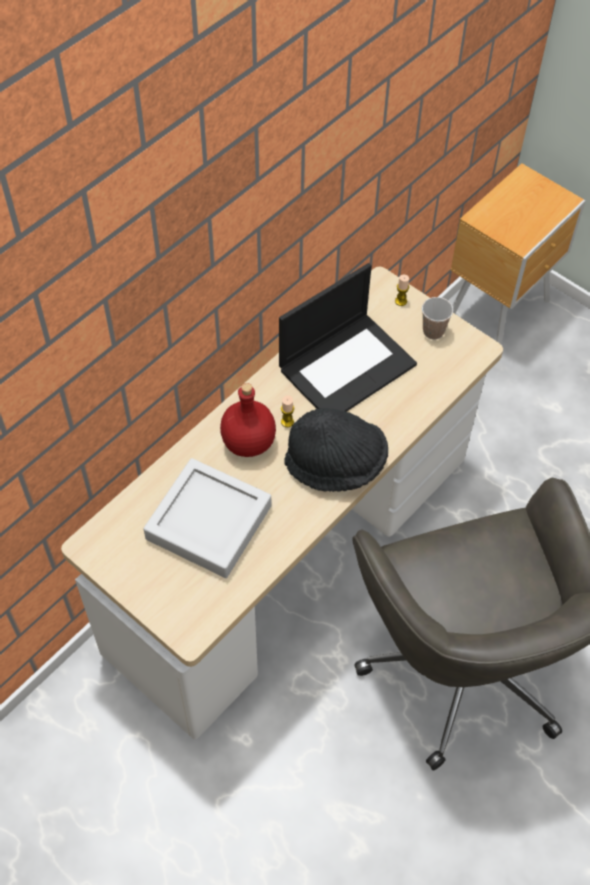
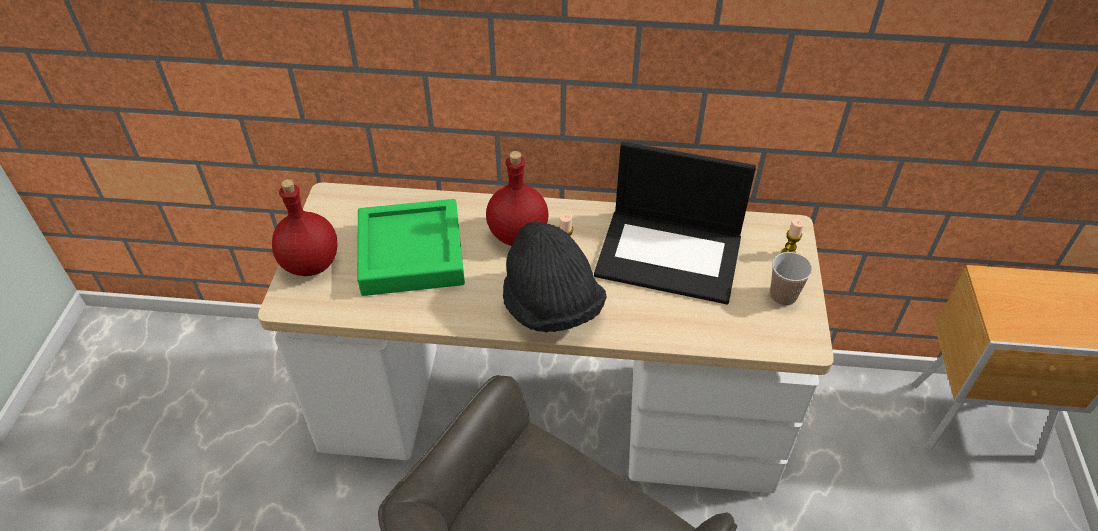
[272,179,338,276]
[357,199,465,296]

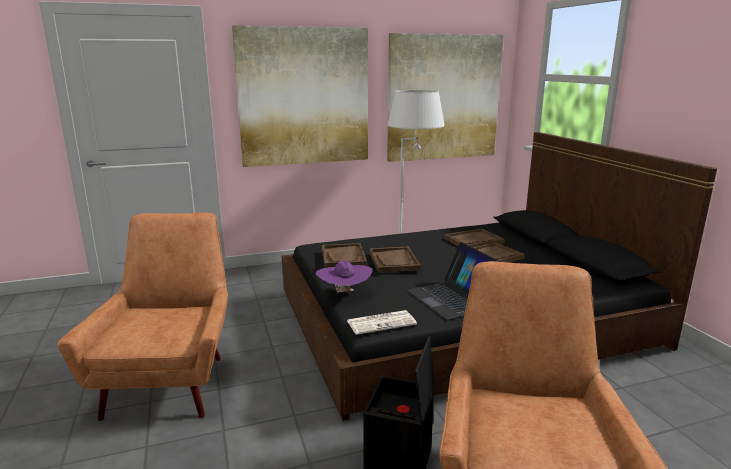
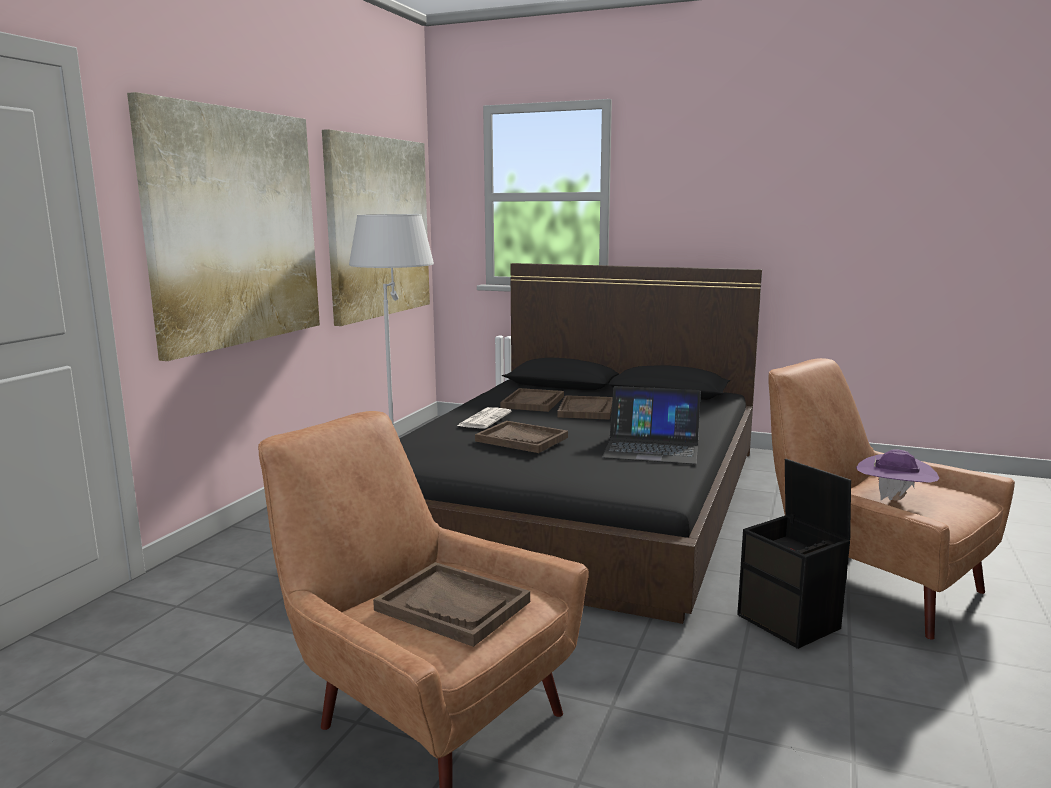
[373,562,530,647]
[457,407,512,429]
[856,449,939,501]

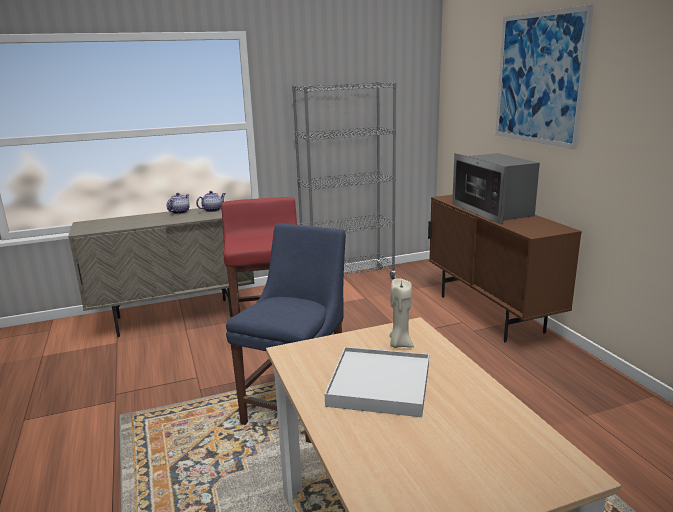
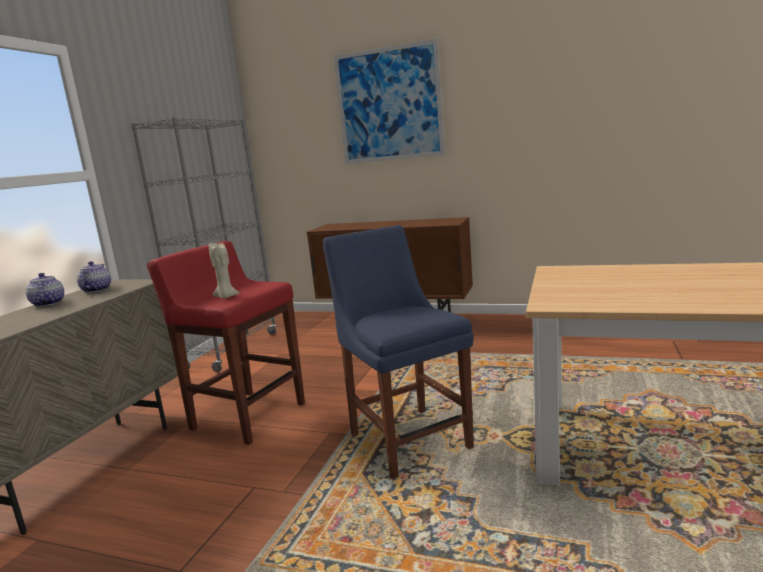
[209,243,239,299]
[325,347,429,417] (first image)
[452,153,540,225] (first image)

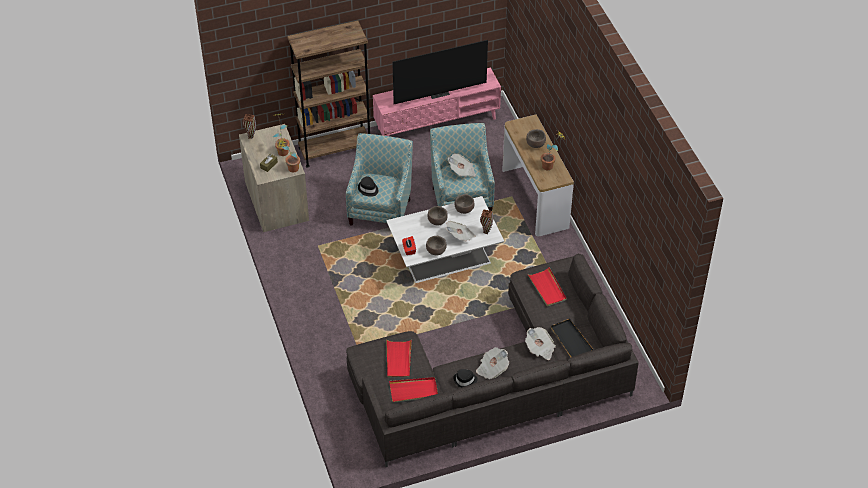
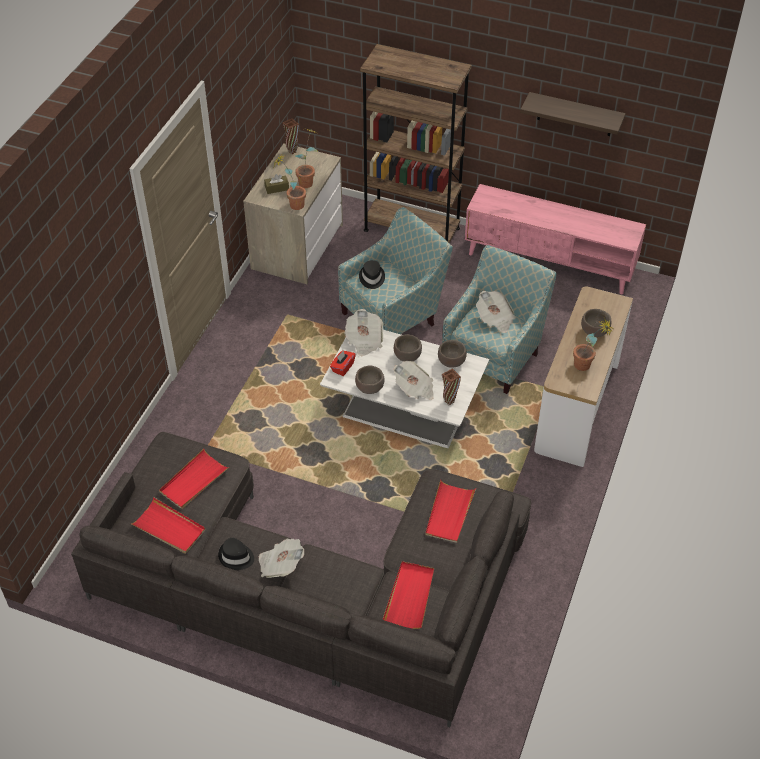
[344,309,383,356]
[383,561,434,629]
[520,92,626,136]
[392,40,488,104] (first image)

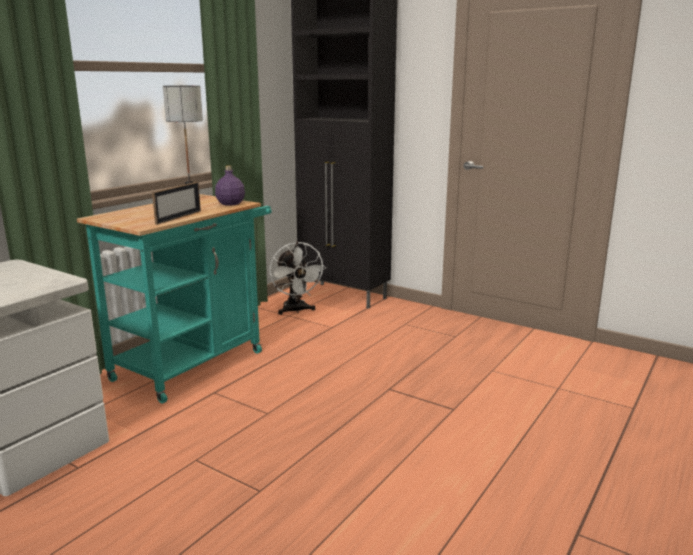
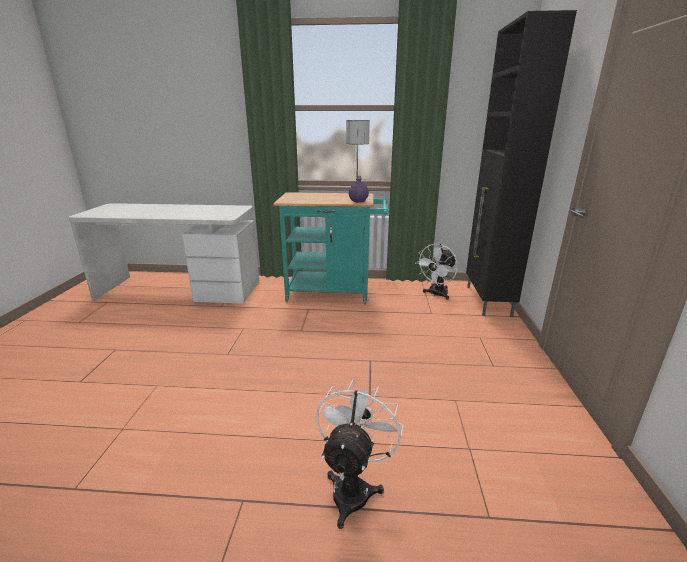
[316,380,403,529]
[152,182,201,225] (first image)

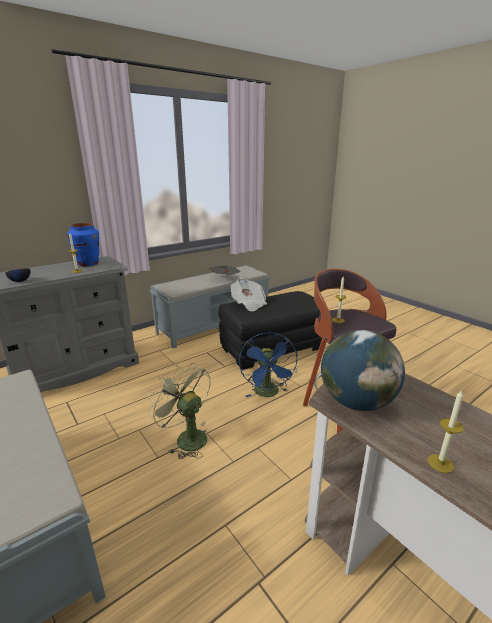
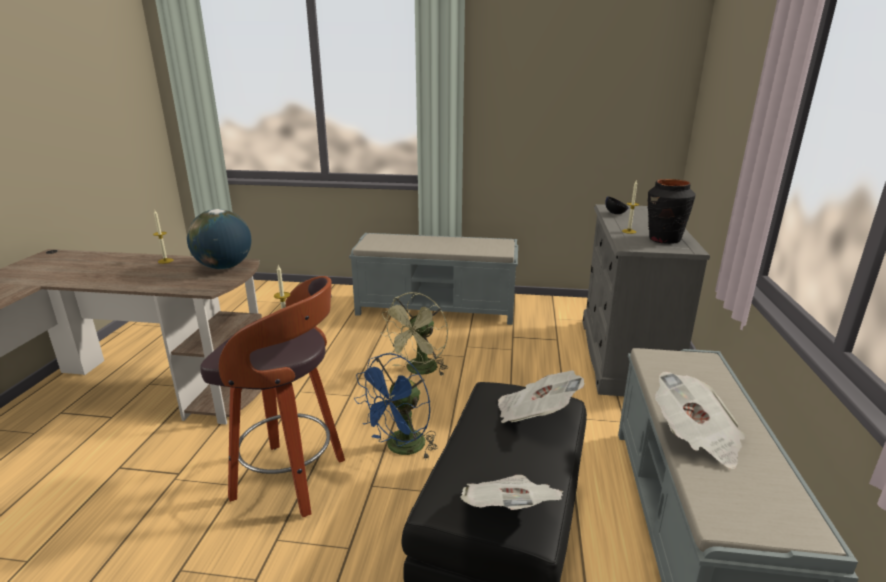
[354,353,438,460]
[381,292,448,376]
[460,475,563,510]
[648,179,695,244]

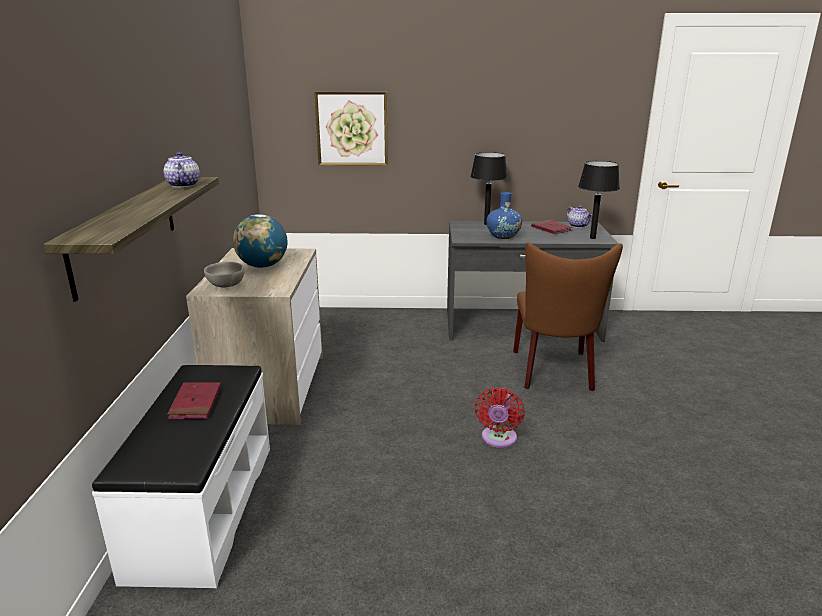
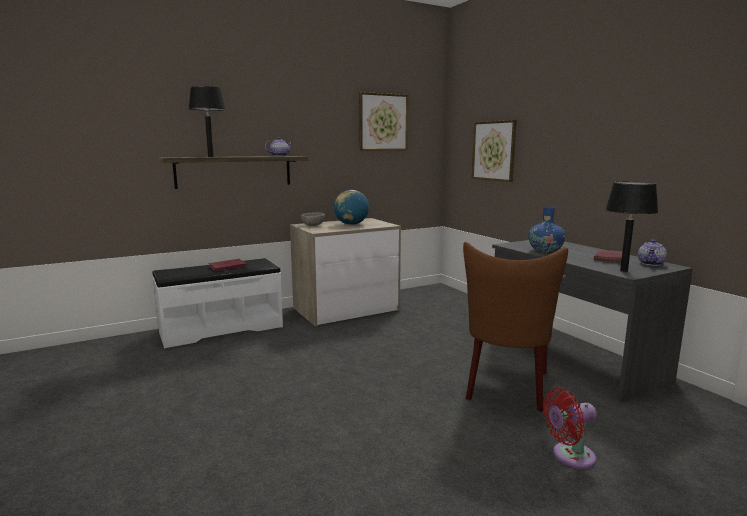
[189,86,226,157]
[359,92,409,151]
[463,242,568,412]
[543,388,597,469]

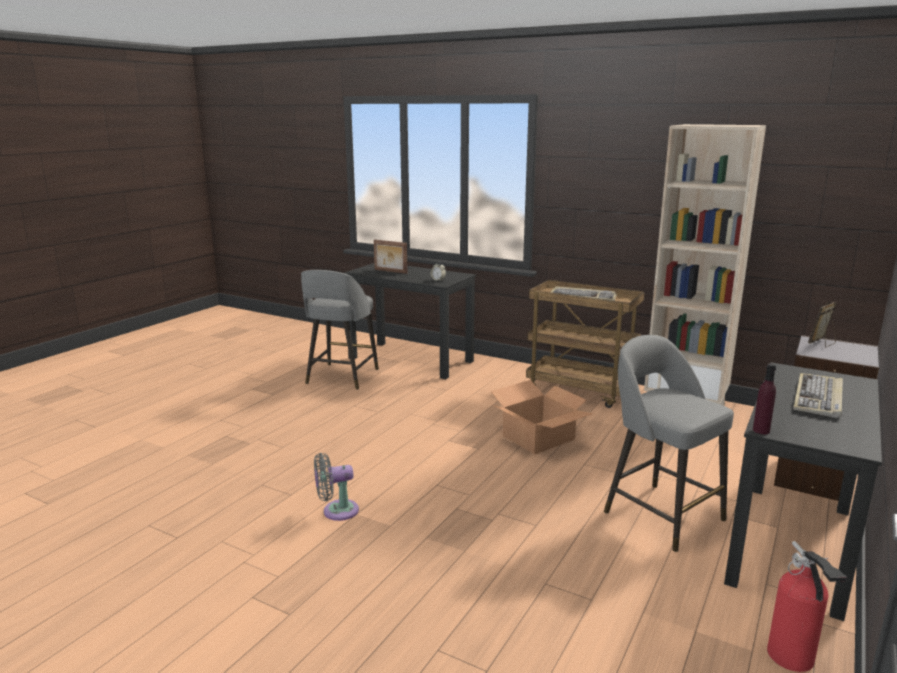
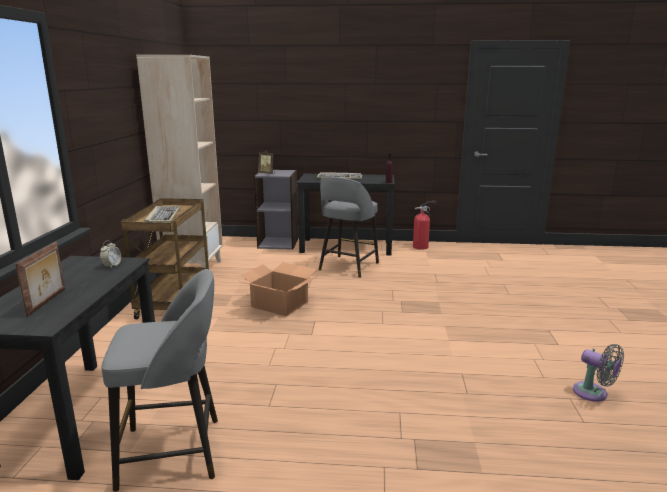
[573,344,624,402]

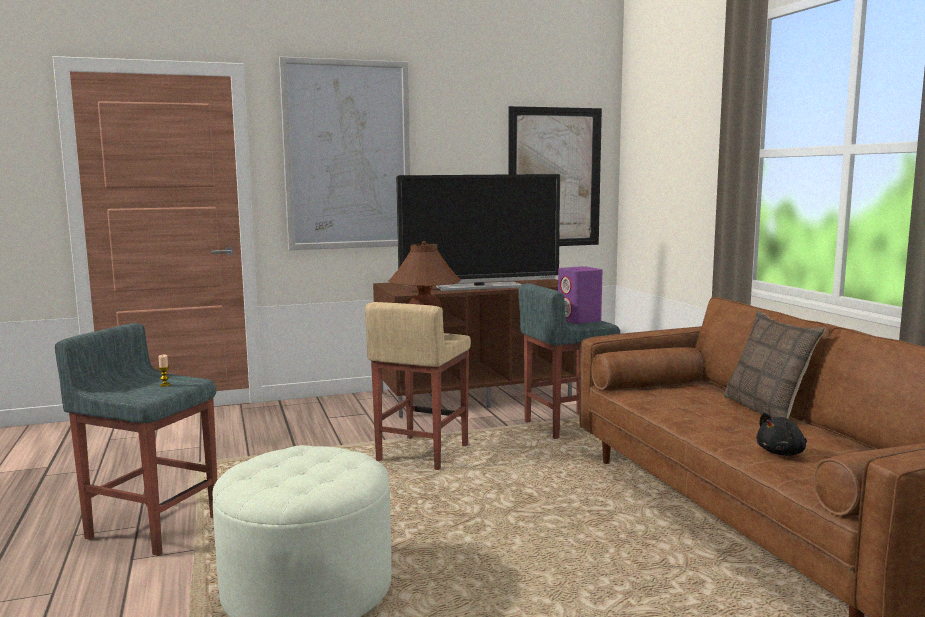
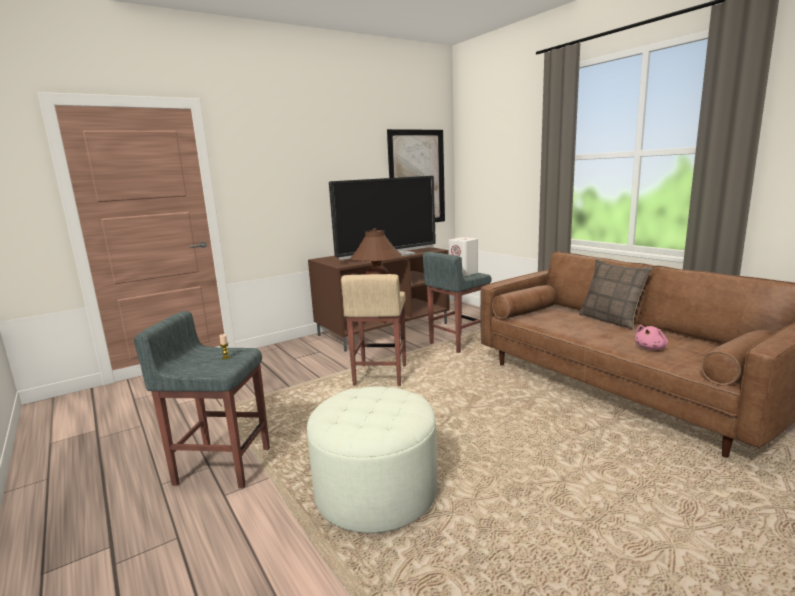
[448,237,478,276]
[635,325,668,350]
[279,57,410,250] (first image)

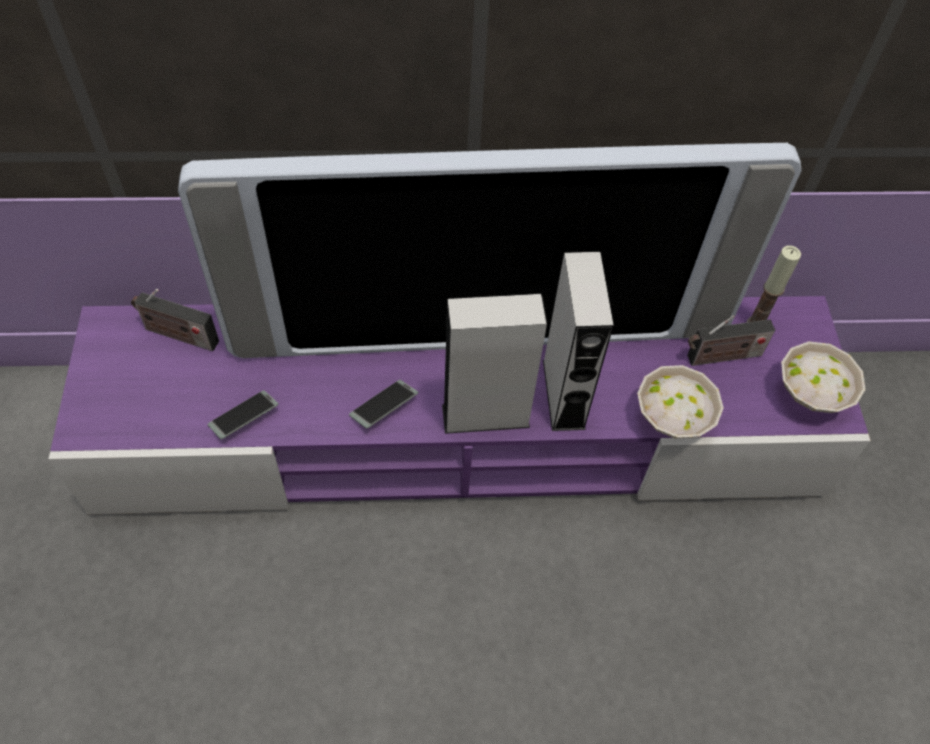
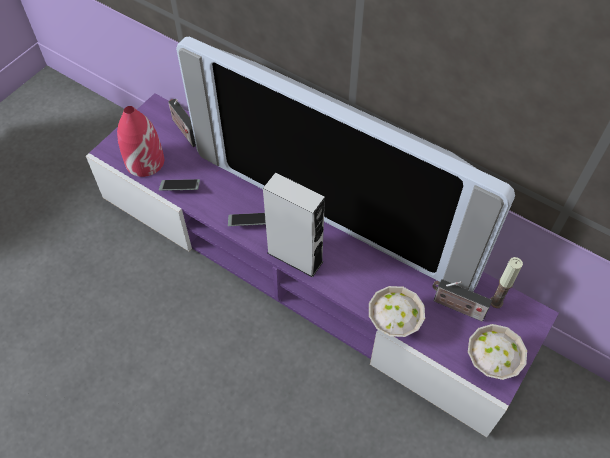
[117,106,164,177]
[543,252,614,431] (first image)

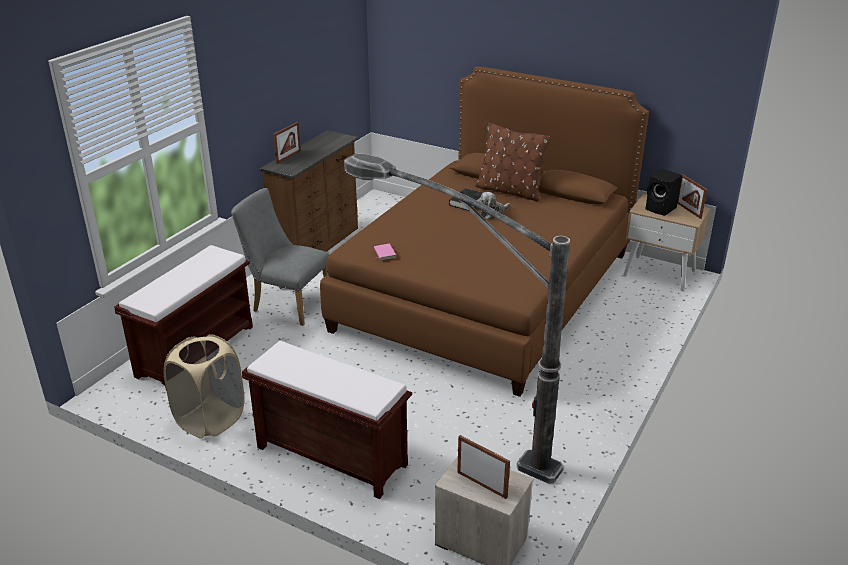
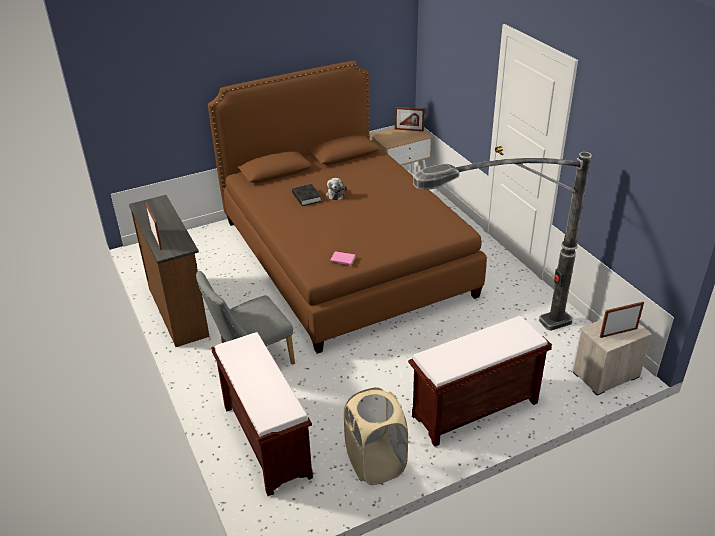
[476,123,551,201] (first image)
[645,169,682,216] (first image)

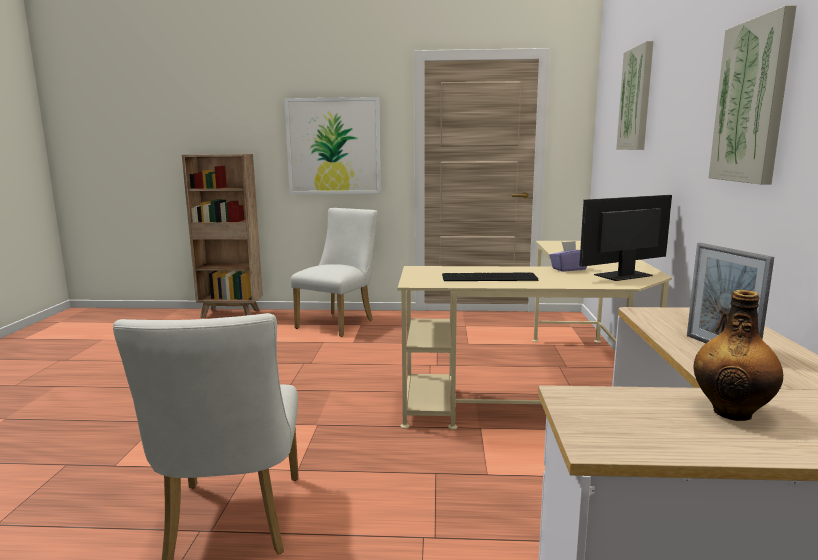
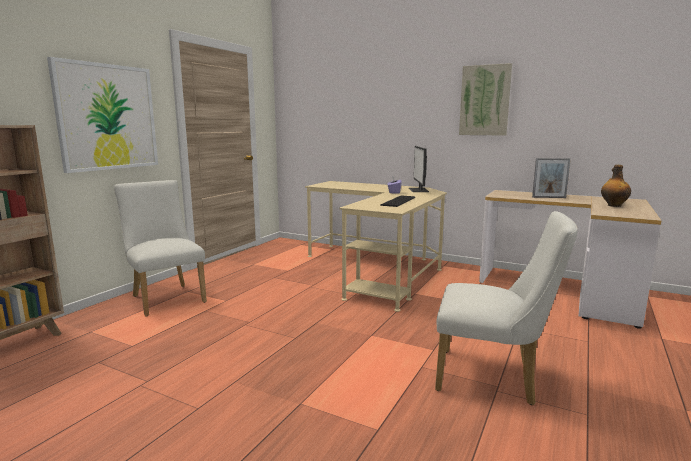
[616,41,654,150] (first image)

